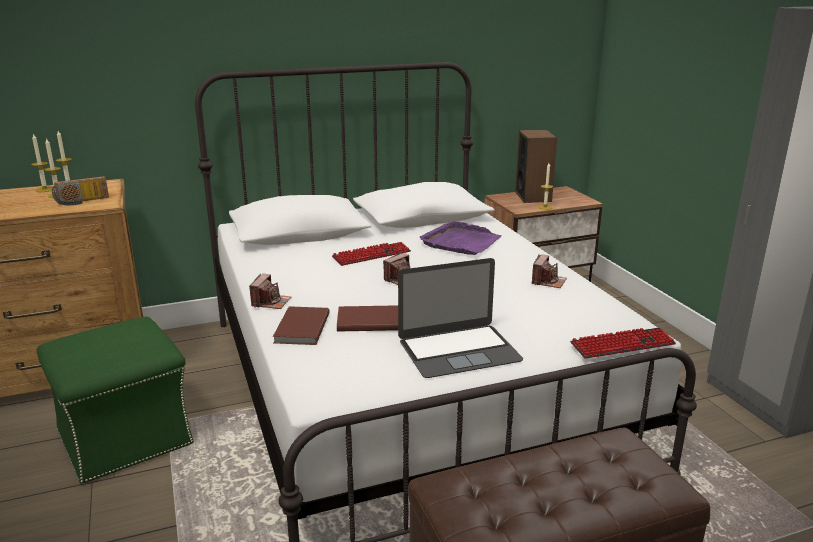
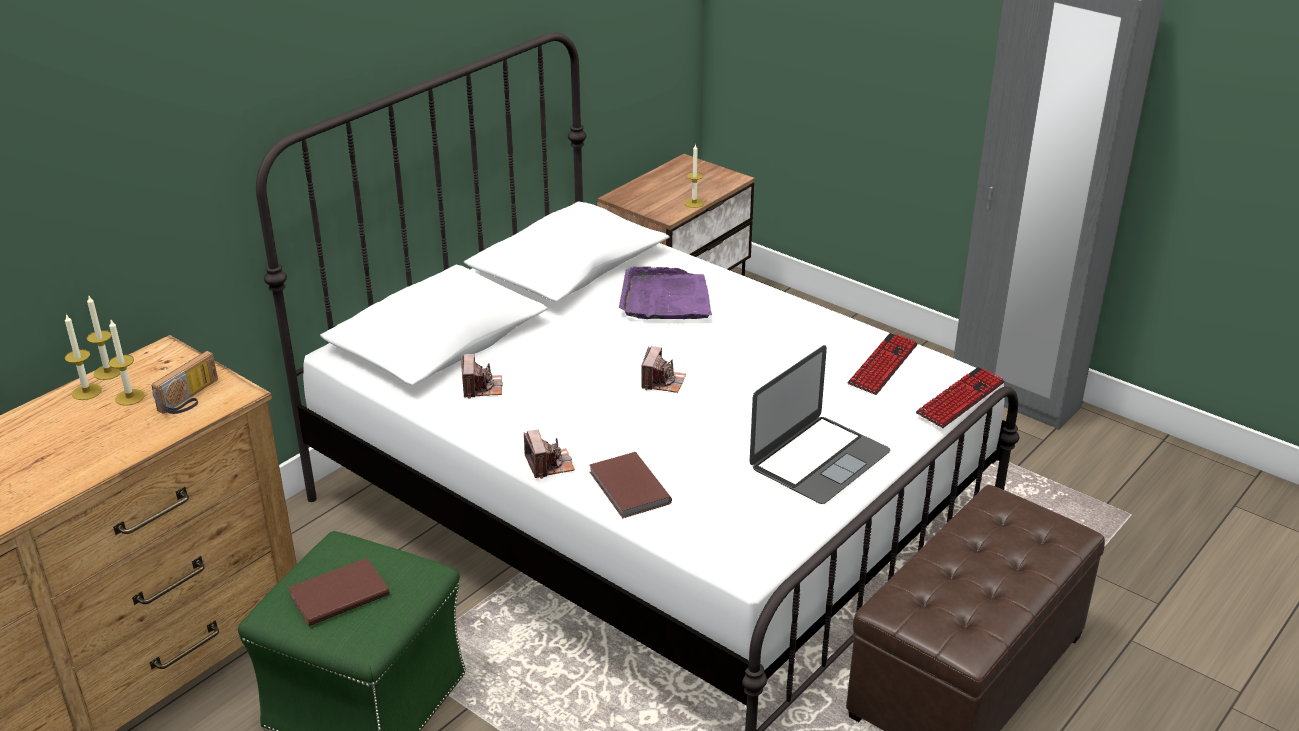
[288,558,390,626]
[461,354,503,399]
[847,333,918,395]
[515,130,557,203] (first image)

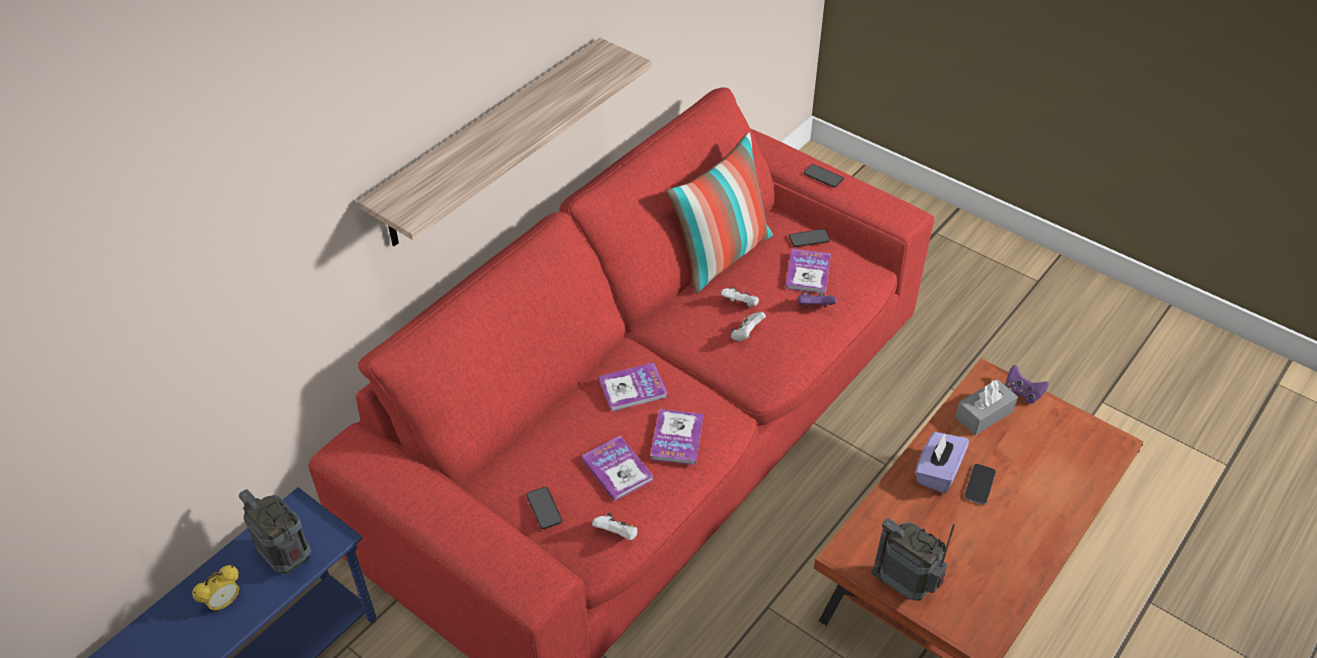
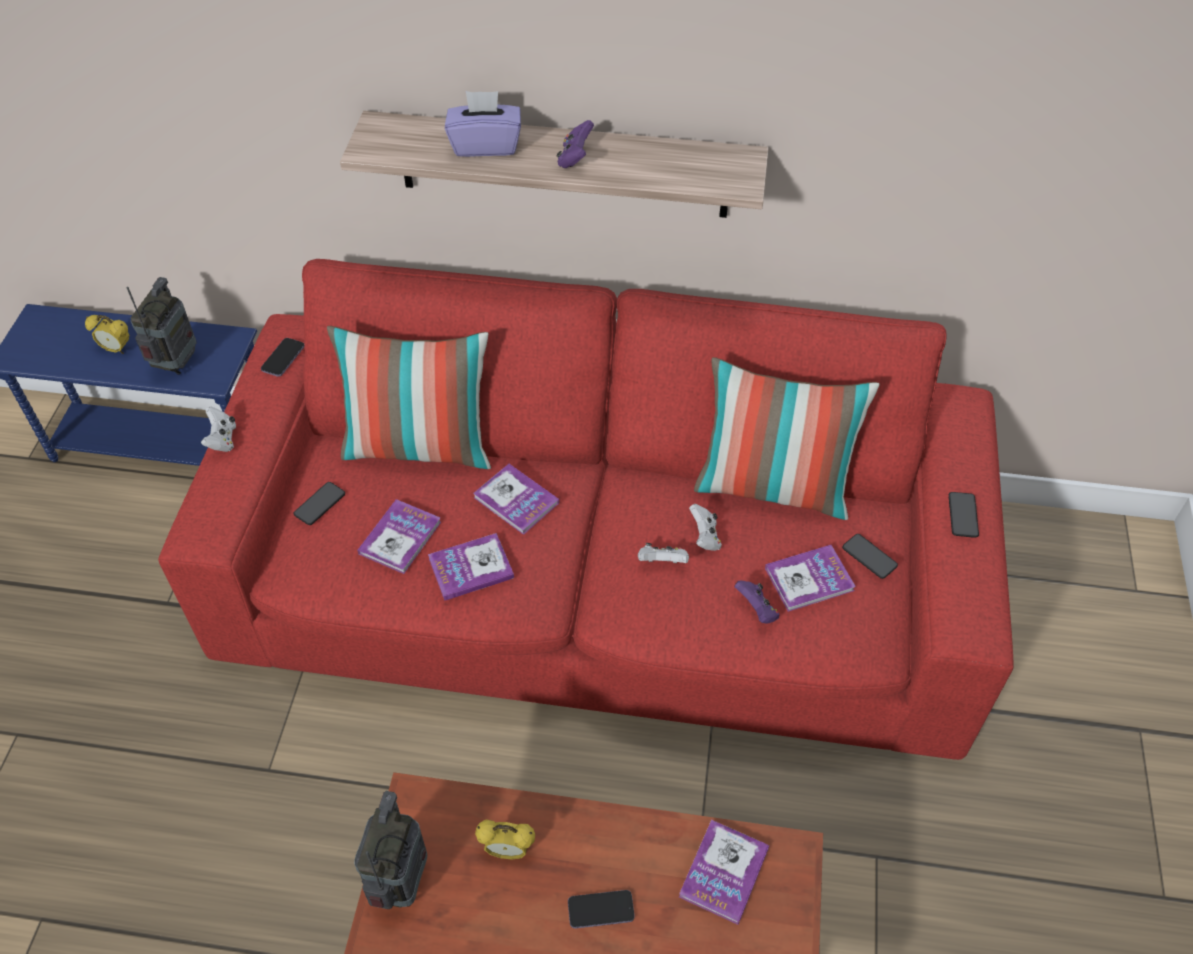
[201,407,236,452]
[261,338,305,377]
[327,326,491,469]
[445,91,521,157]
[475,820,535,860]
[557,120,594,168]
[679,820,770,925]

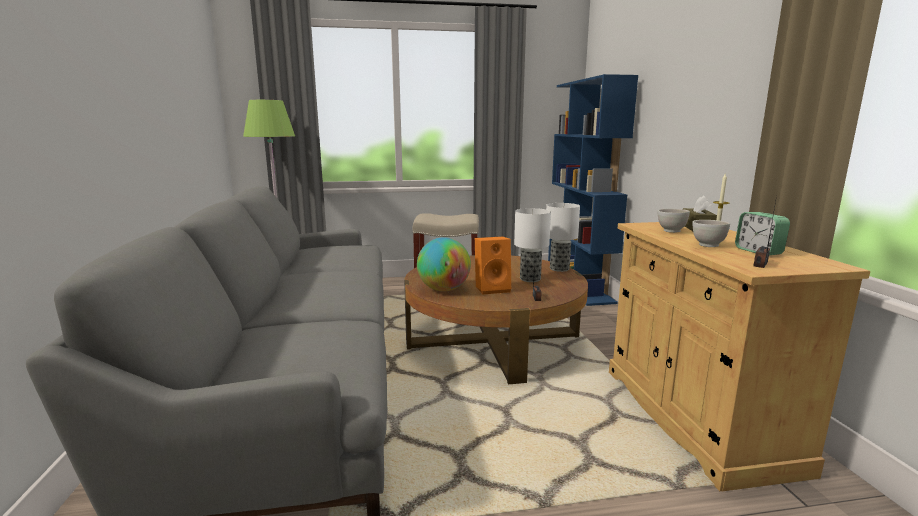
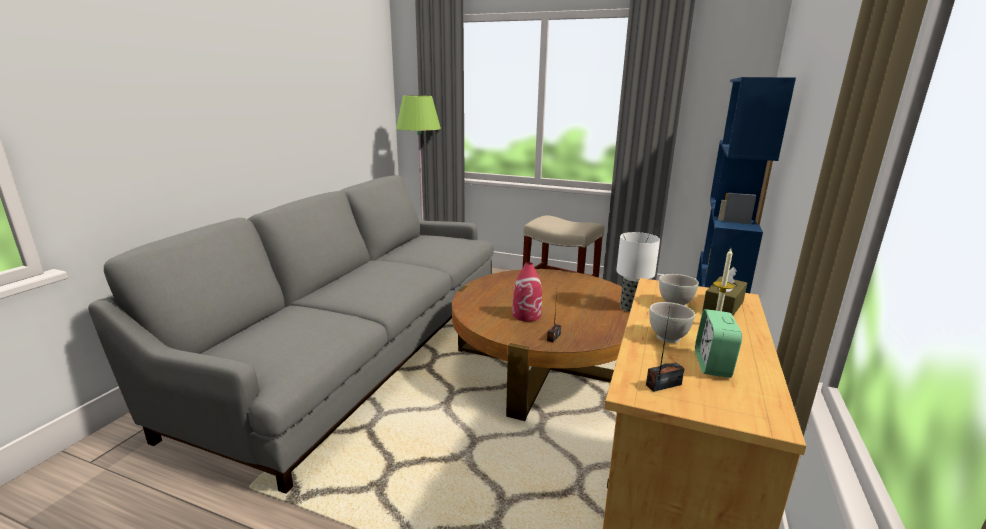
[512,262,542,322]
[417,237,471,291] (first image)
[514,208,551,282] (first image)

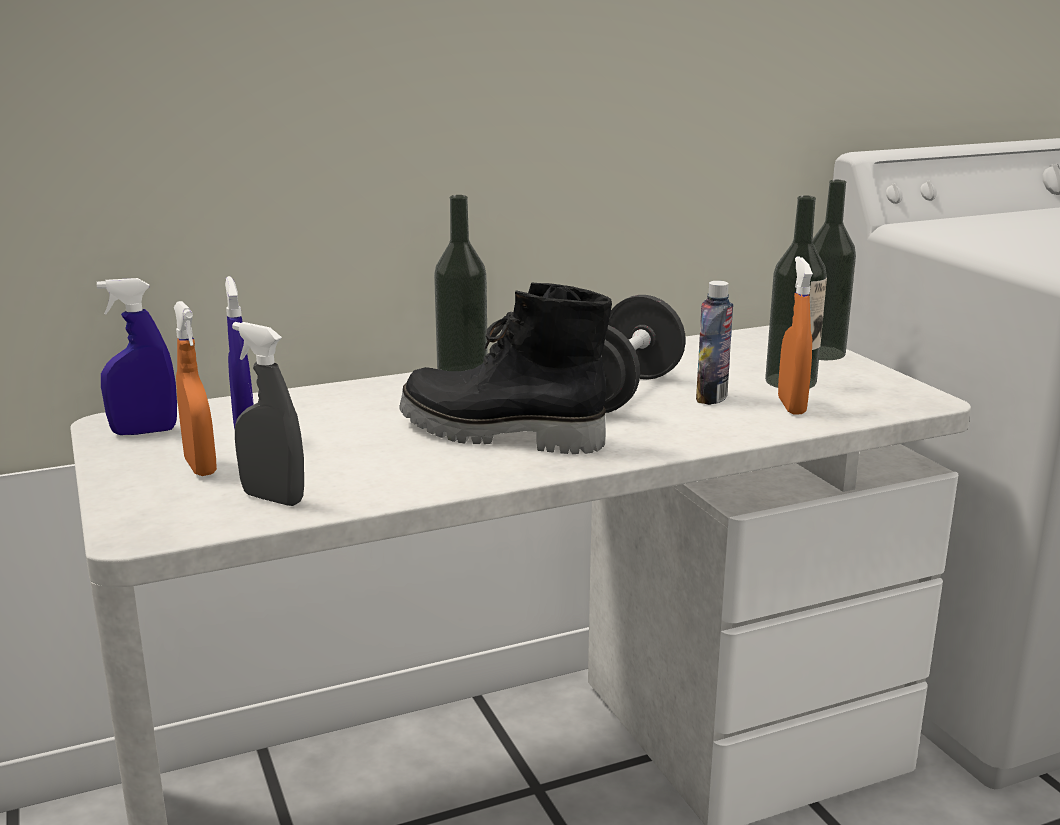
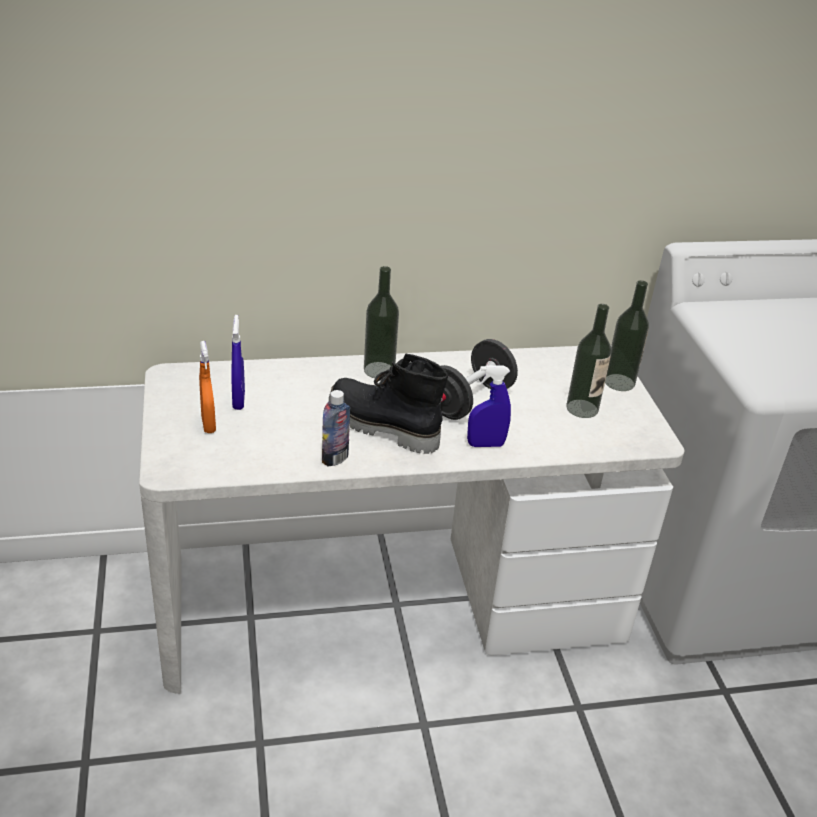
[322,390,350,466]
[467,365,511,447]
[232,322,304,506] (first image)
[778,256,813,415] (first image)

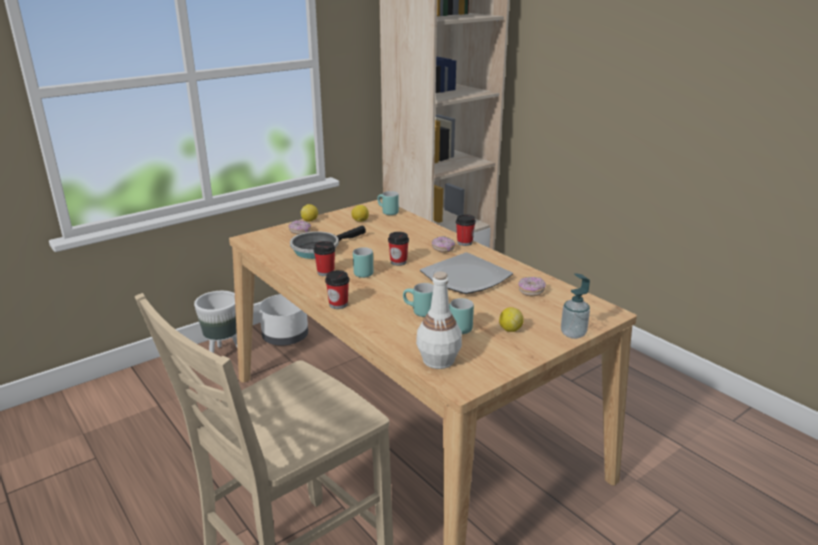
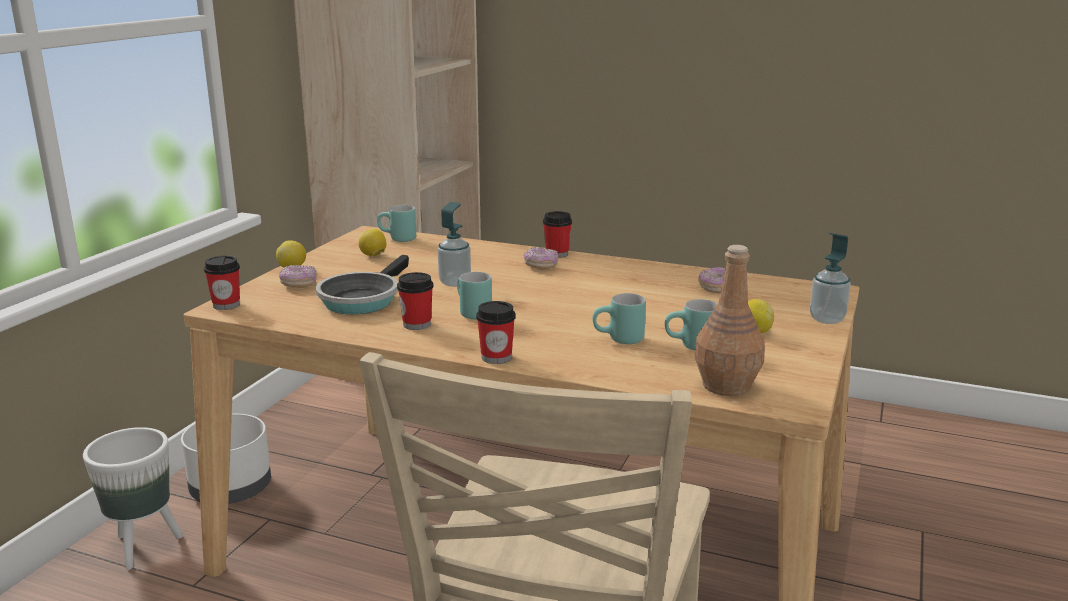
[204,255,240,310]
[438,202,471,287]
[694,245,765,396]
[420,252,513,294] (first image)

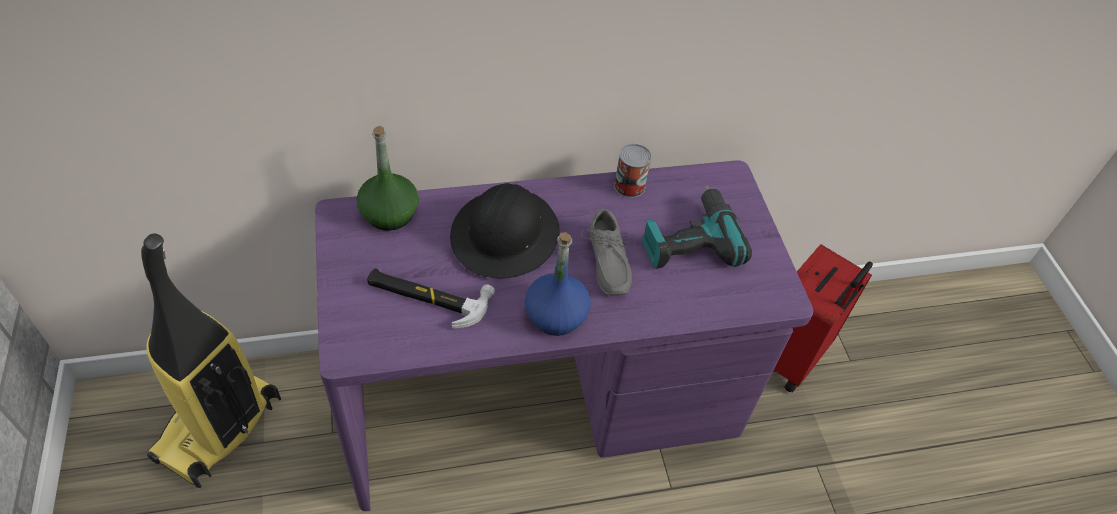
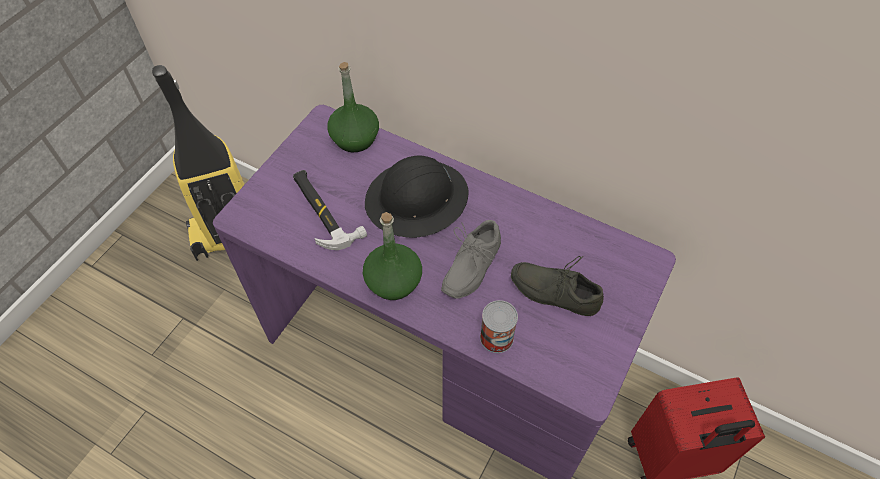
[363,212,422,300]
[480,300,518,353]
[511,256,604,316]

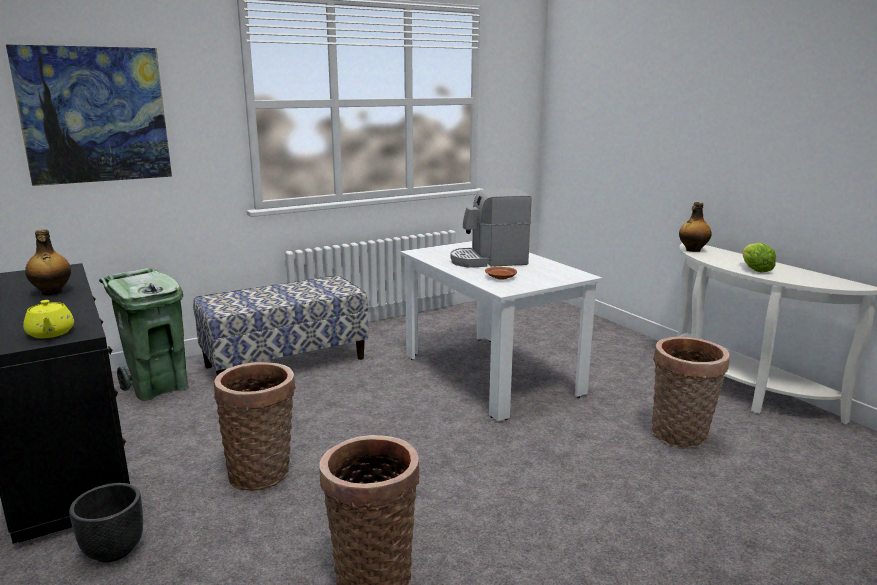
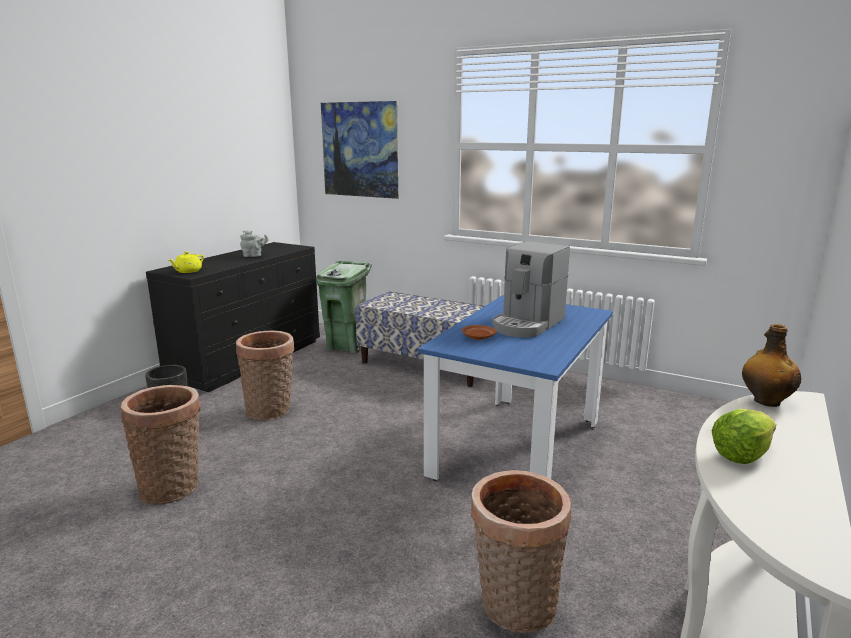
[240,230,269,257]
[418,295,613,481]
[492,241,570,337]

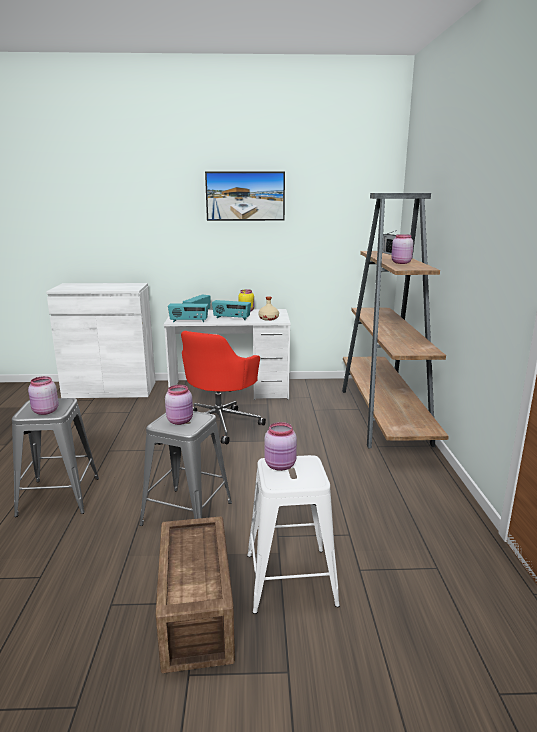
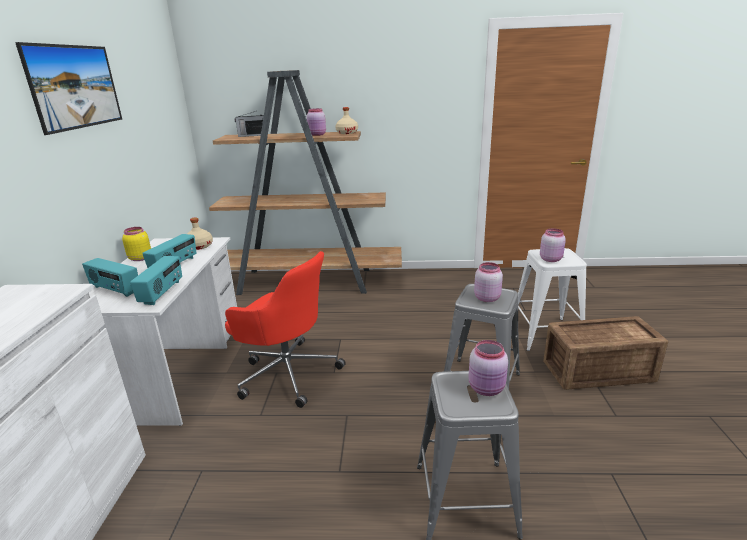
[335,107,358,134]

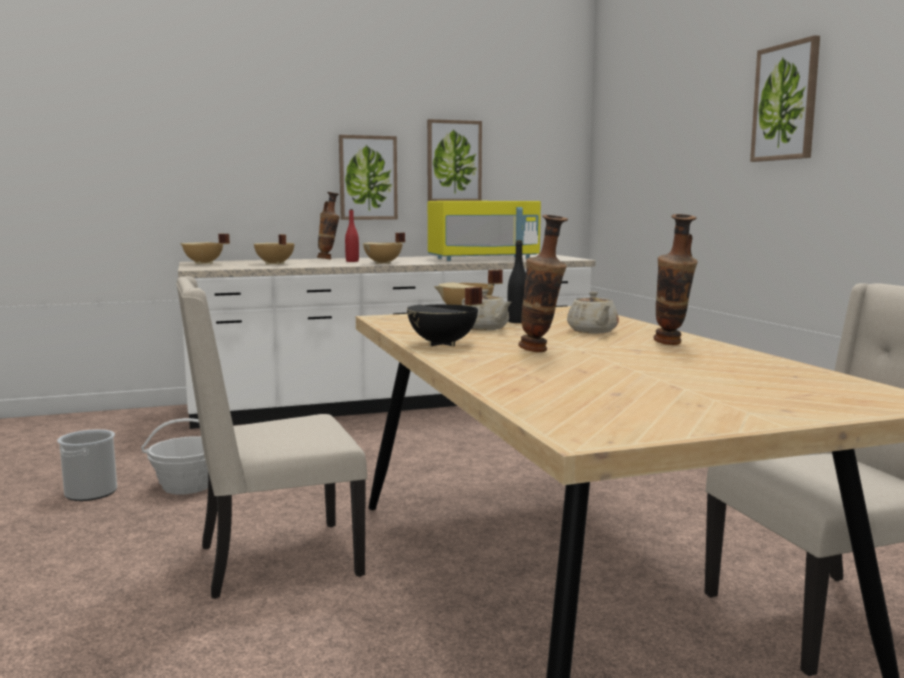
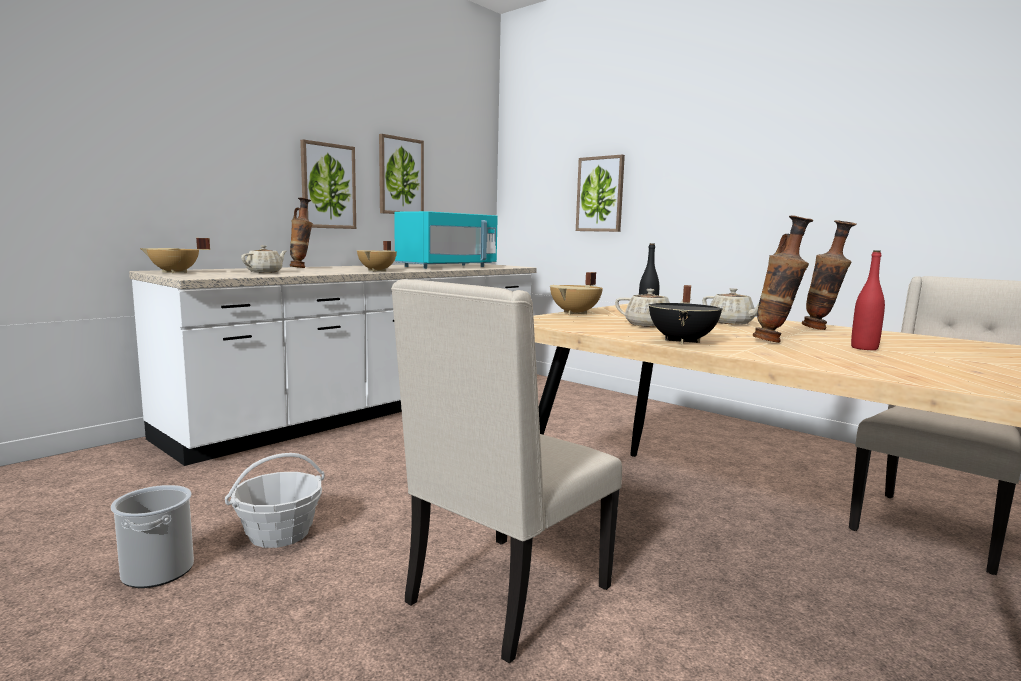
[241,245,286,273]
[394,211,498,269]
[576,155,625,232]
[851,250,885,350]

